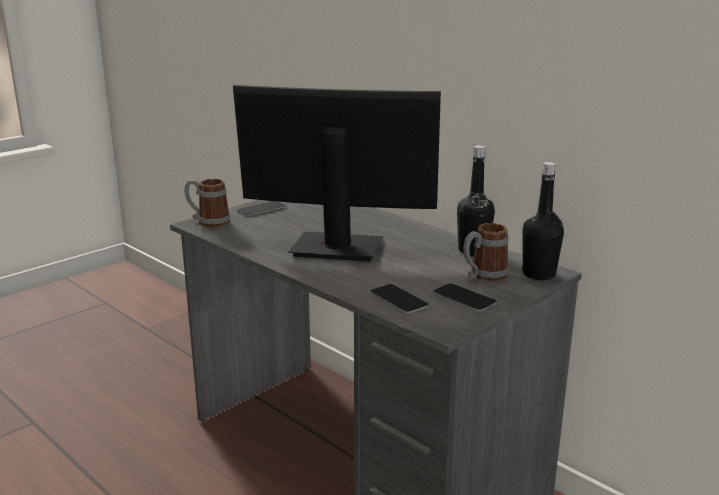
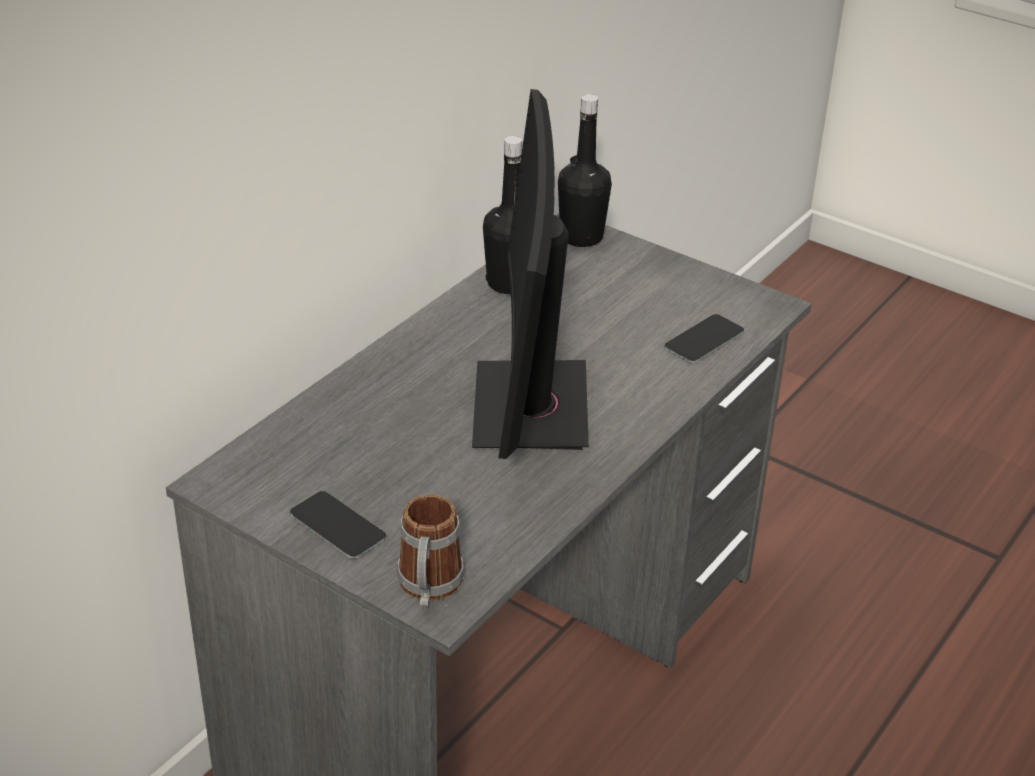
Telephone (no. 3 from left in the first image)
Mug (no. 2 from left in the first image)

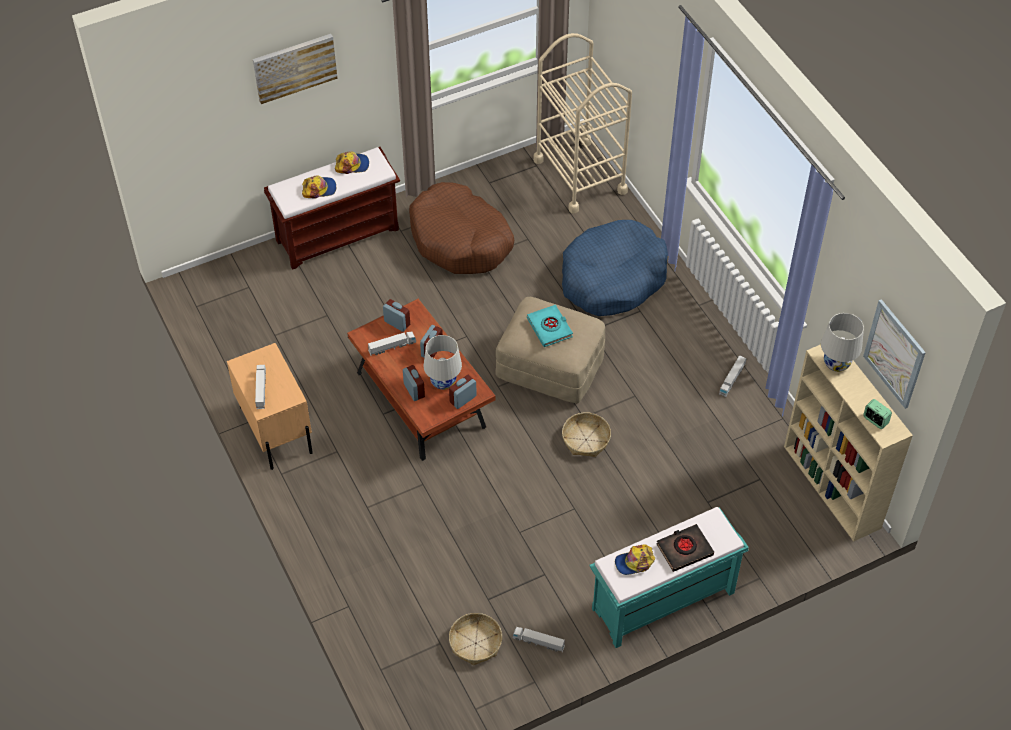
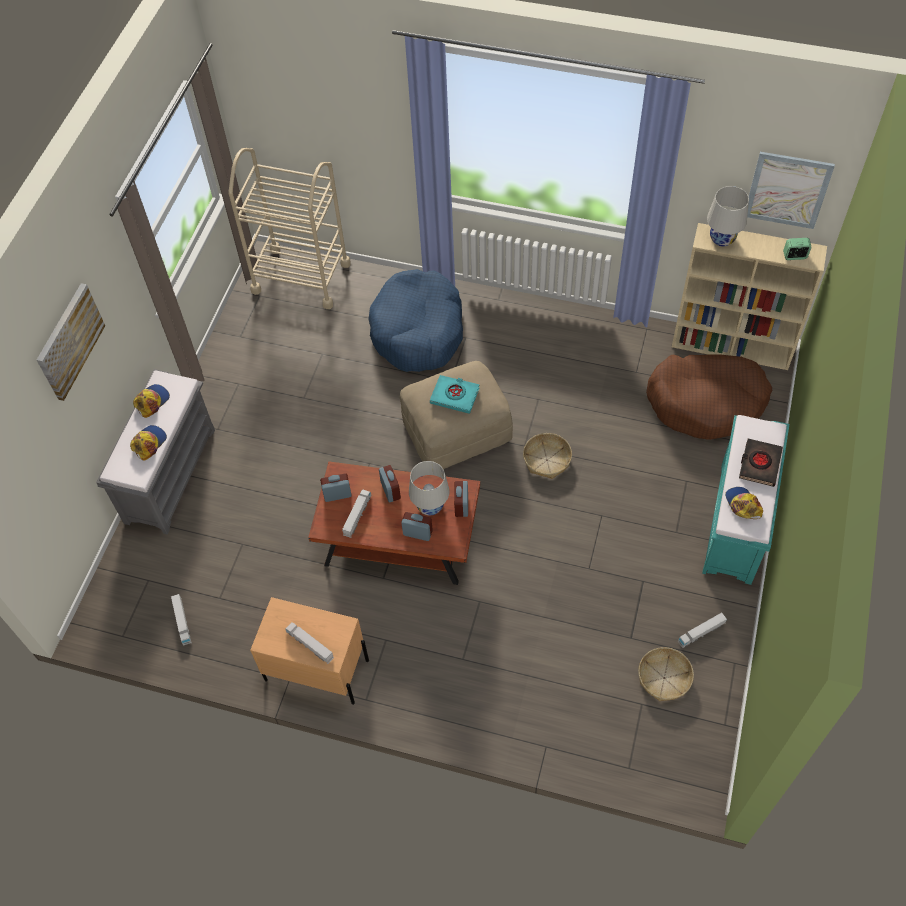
GreyishIndoorBench
BrownColouredDogCushion
Cap (no. 3 from left)
ToyLorry (no. 1 from left)

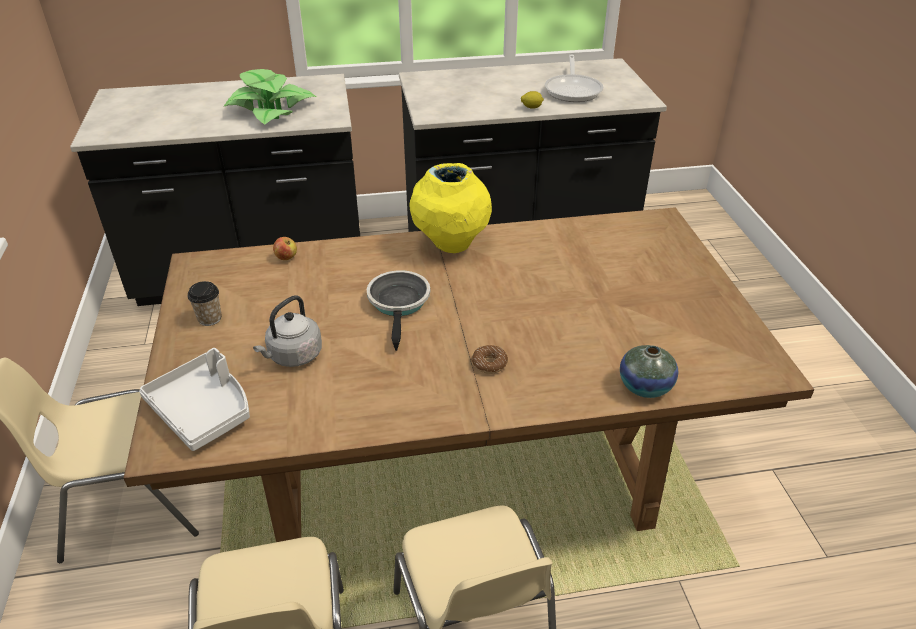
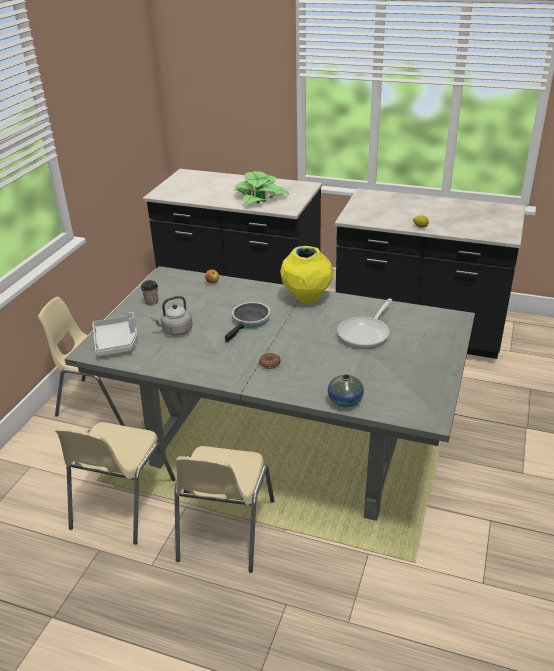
GreyishDiningTable
FryingPan (no. 2 from left)

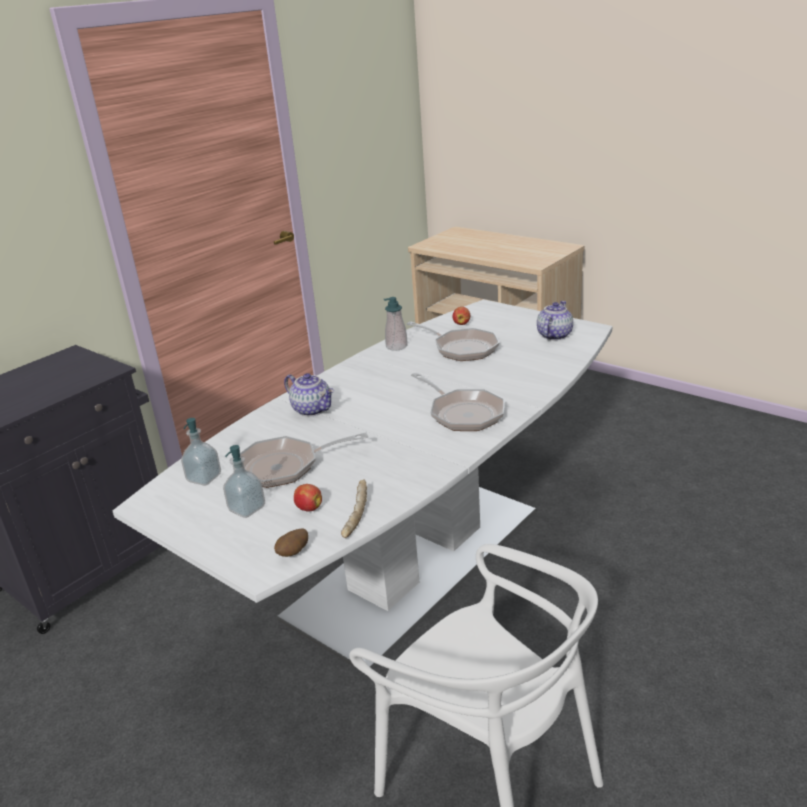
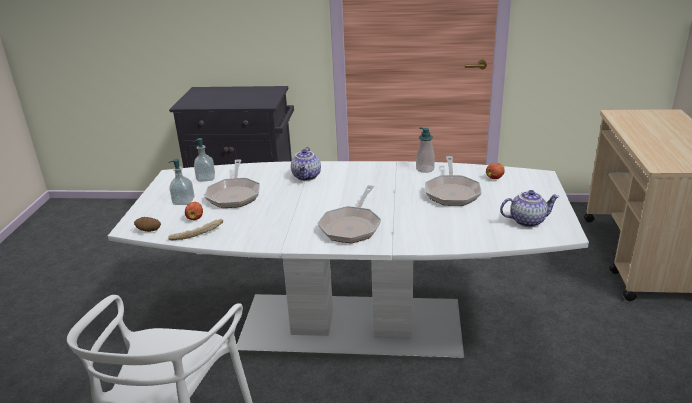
FryingPan (no. 1 from left)

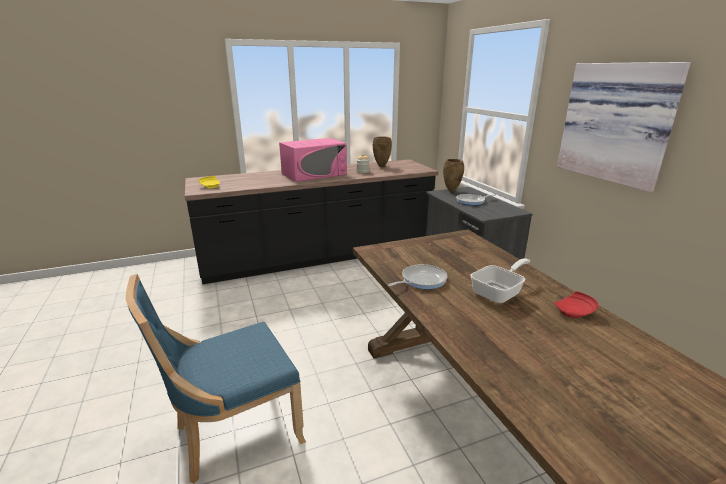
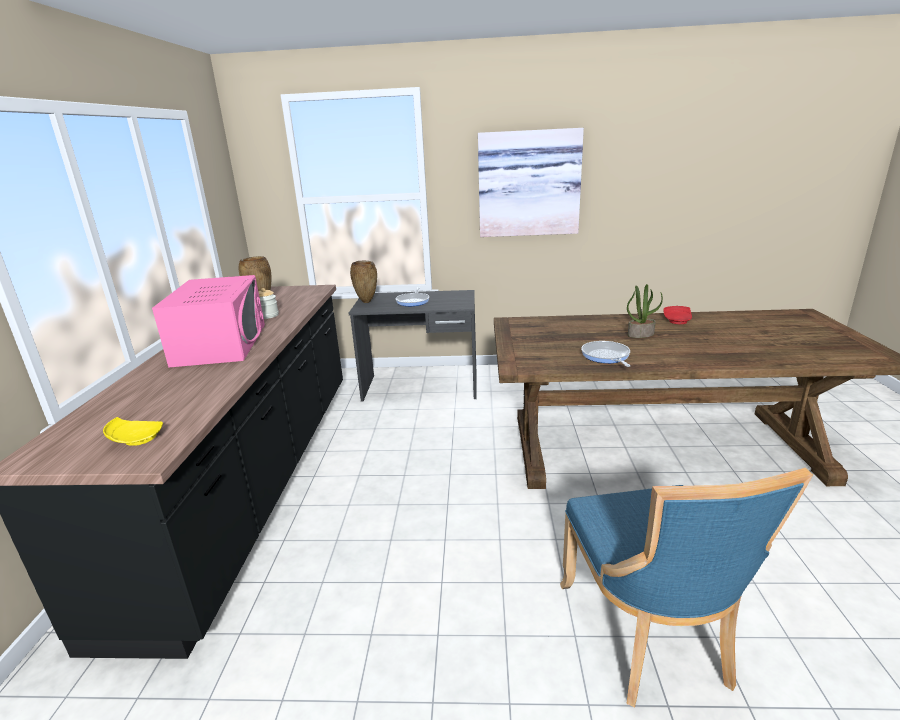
Houseplant

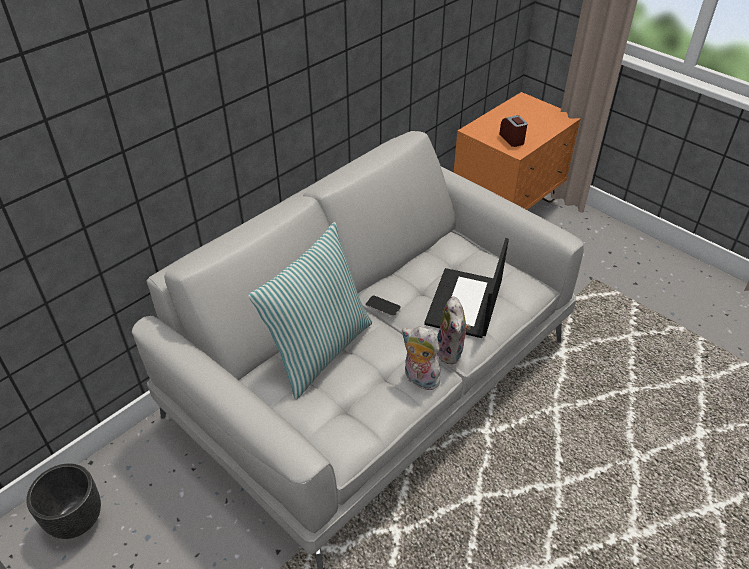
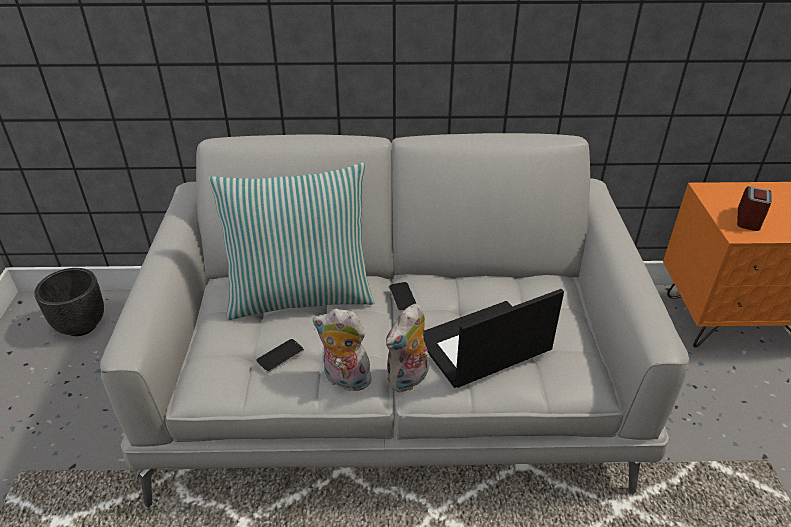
PlushToy (no. 1 from left)
Telephone (no. 1 from left)

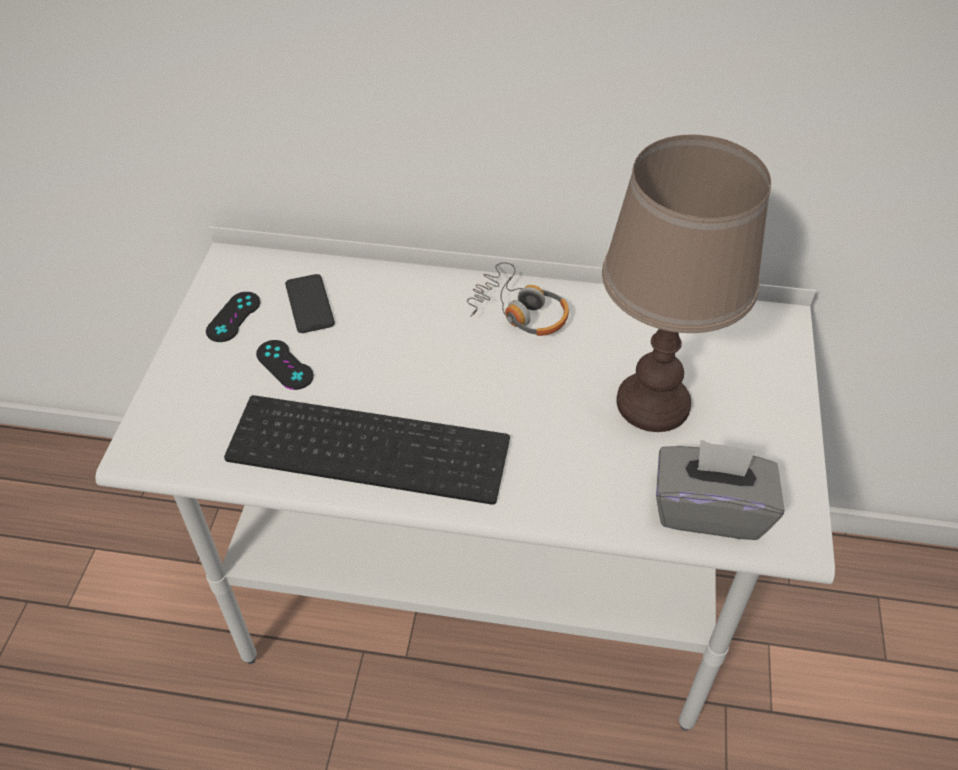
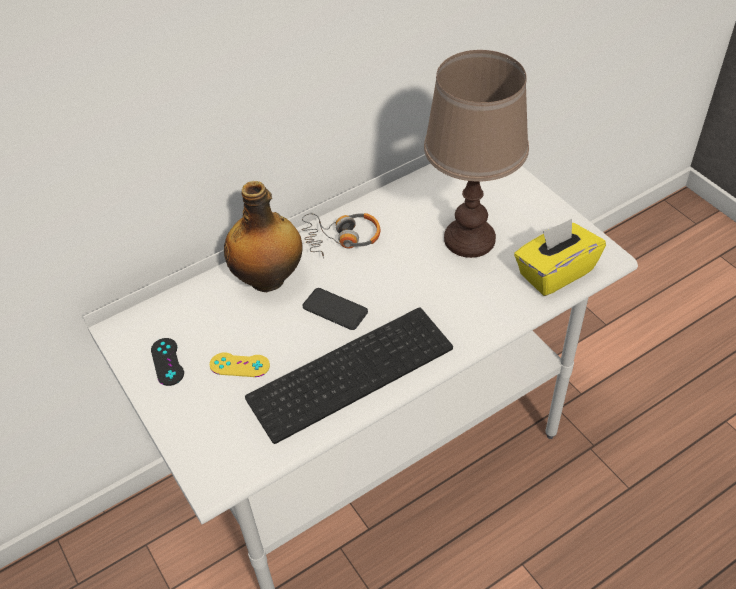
YellowJoypad
Telephone
YellowBoxOfTissues
DrinkBottle

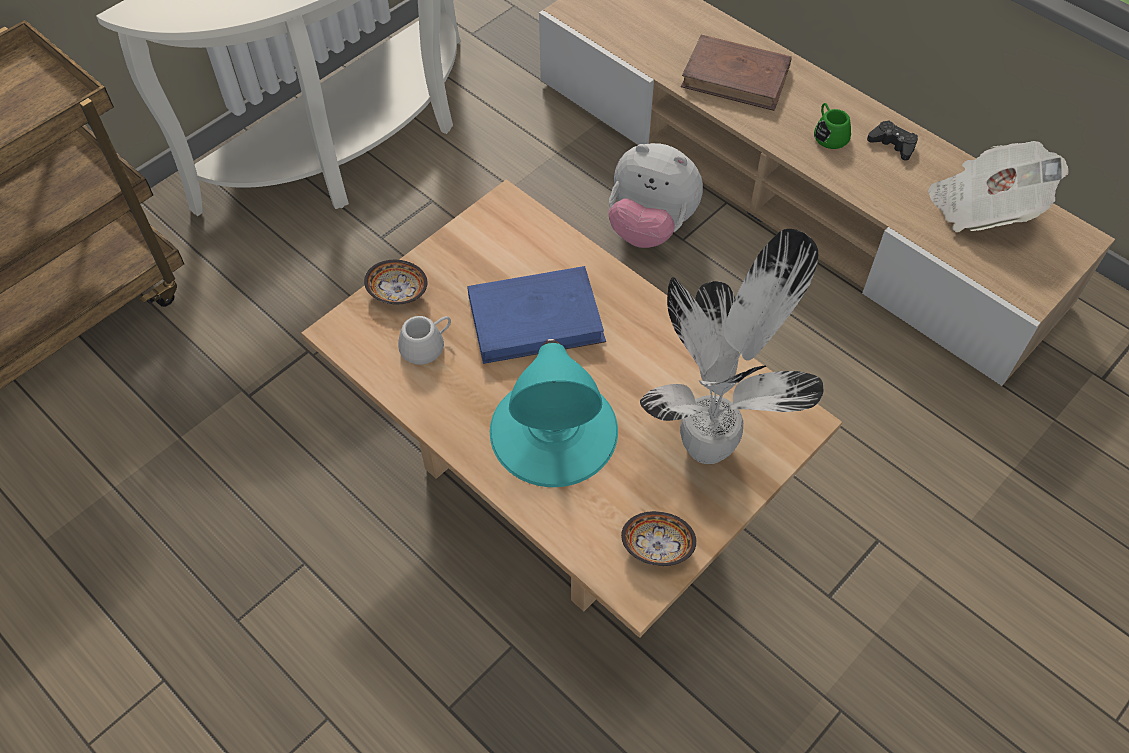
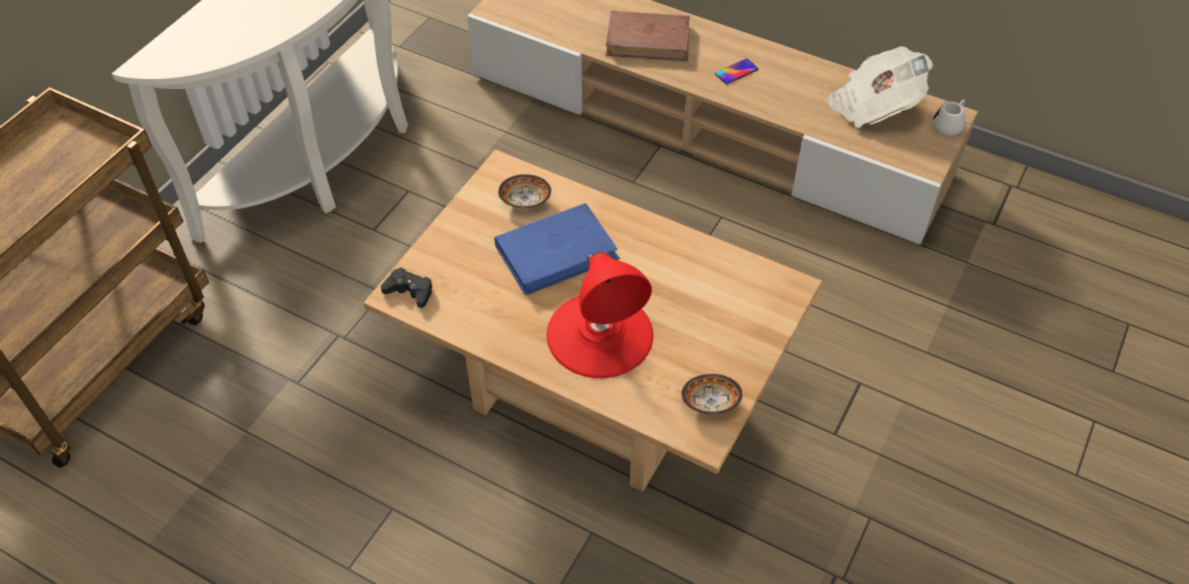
ServingBowl (no. 1 from left)
WhiteColouredMug
RedColouredTableLamp
PlushToy
Houseplant
Telephone
BlackishJoypad

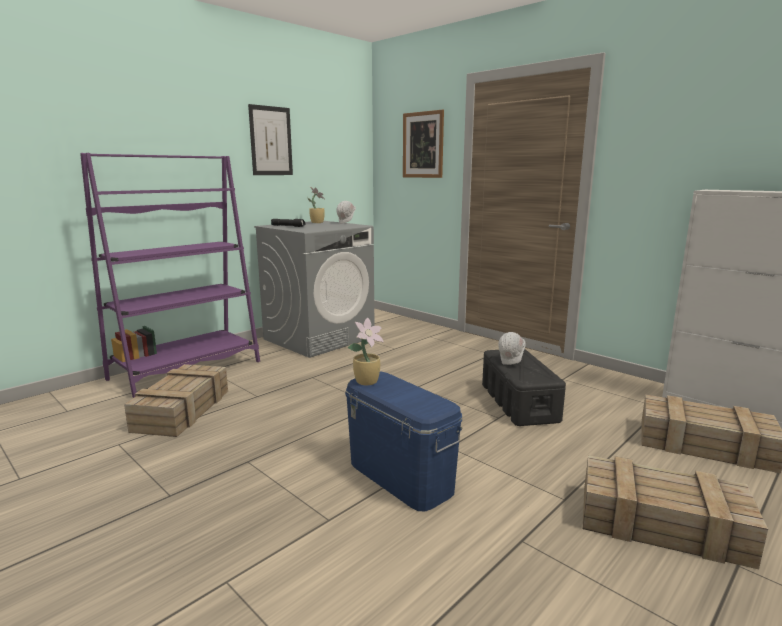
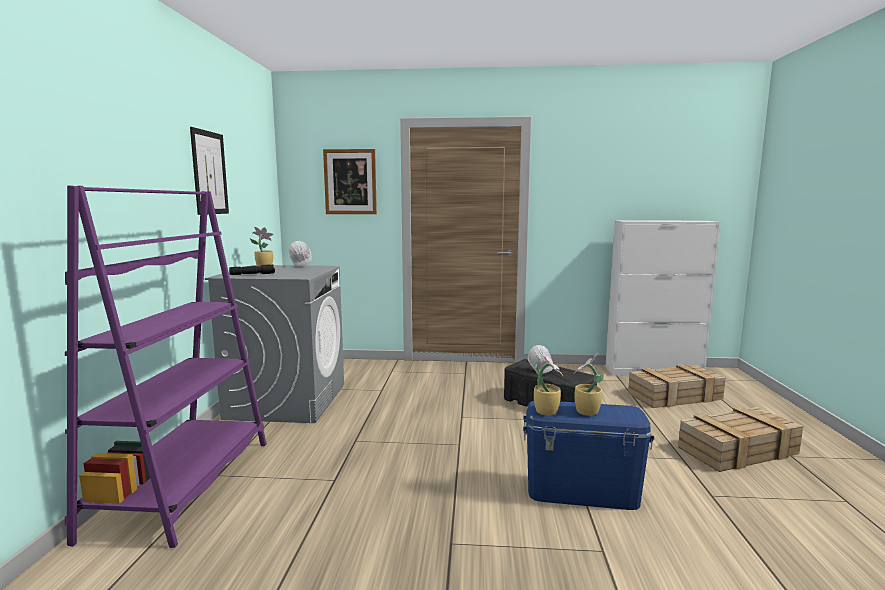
ShippingCrate (no. 1 from left in the first image)
Houseplant (no. 3 from left)

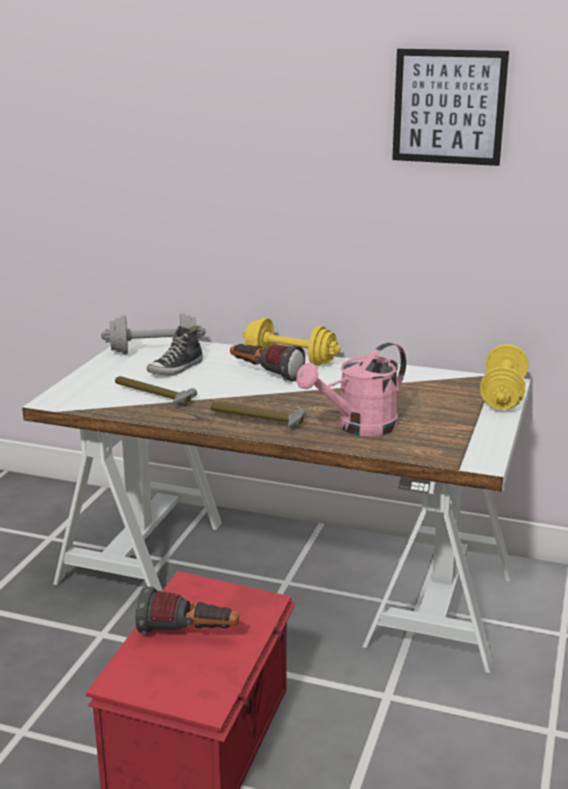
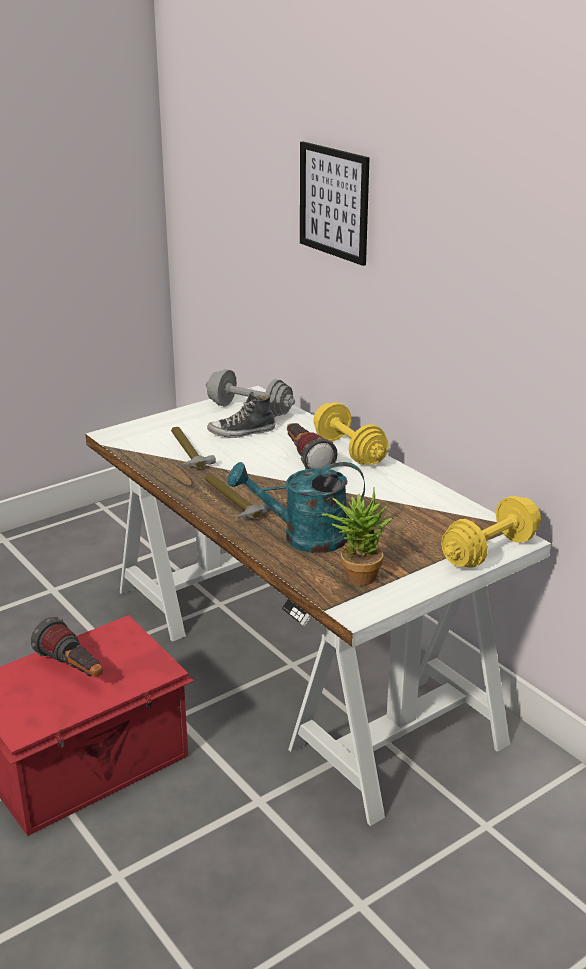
TurquoiseColouredSprinklingCan
Picture
Houseplant

